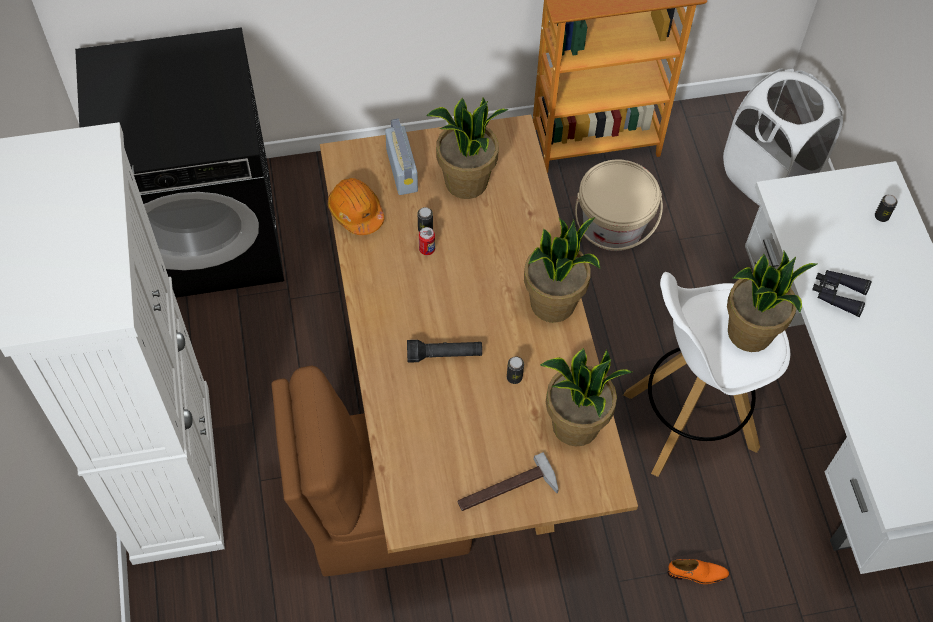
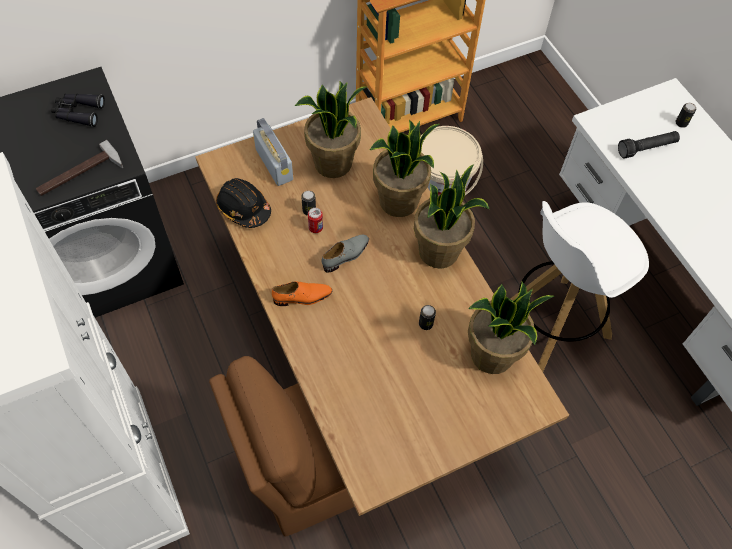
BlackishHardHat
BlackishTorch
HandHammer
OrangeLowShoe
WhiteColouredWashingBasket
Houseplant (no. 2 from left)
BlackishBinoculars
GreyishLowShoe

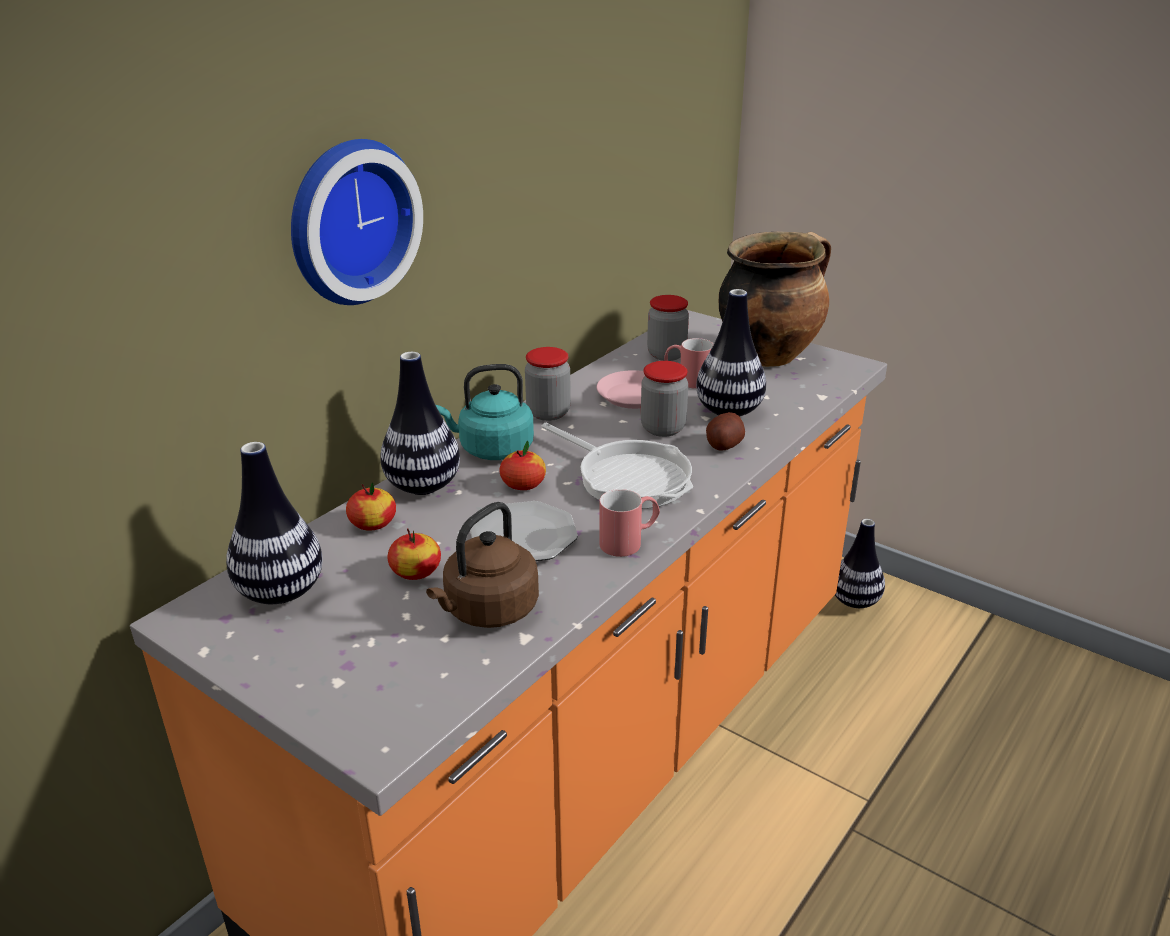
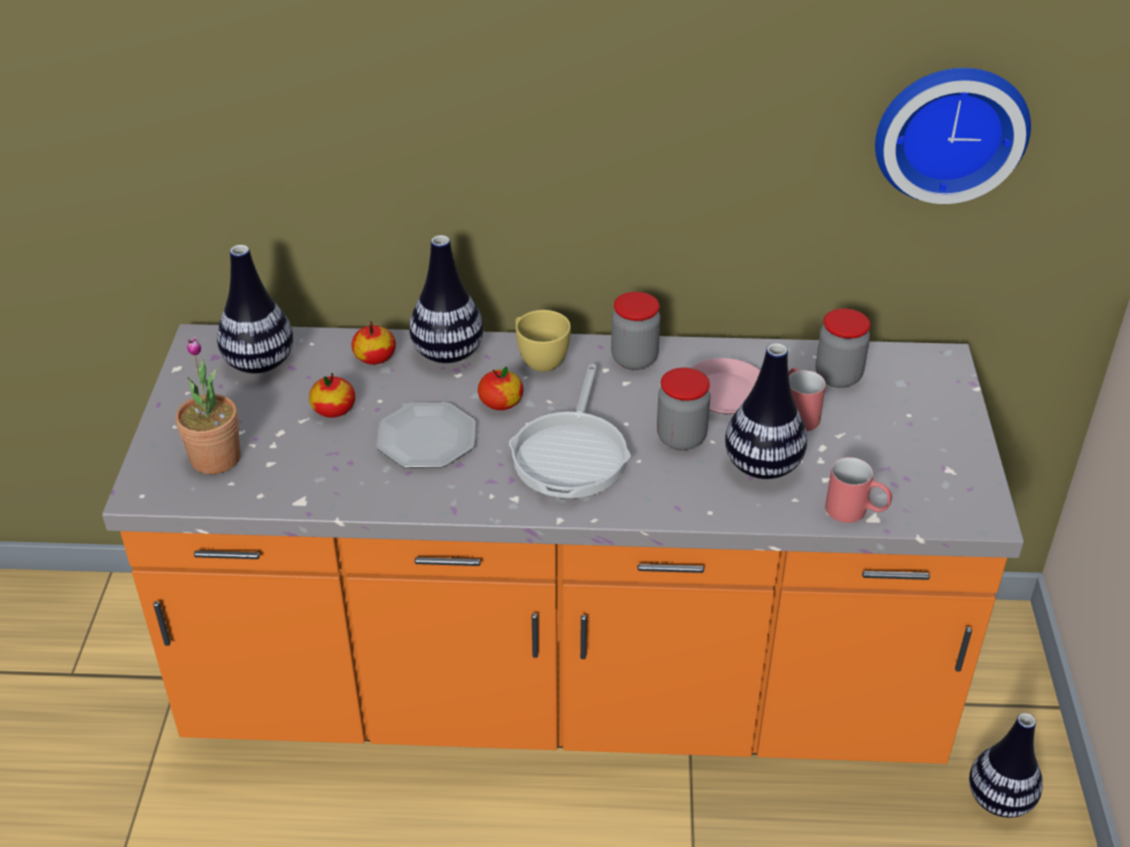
HangingClock
BrownColouredWaterKettle
YellowCup
RedColouredMug (no. 2 from left)
Potato
Saucepot
Houseplant

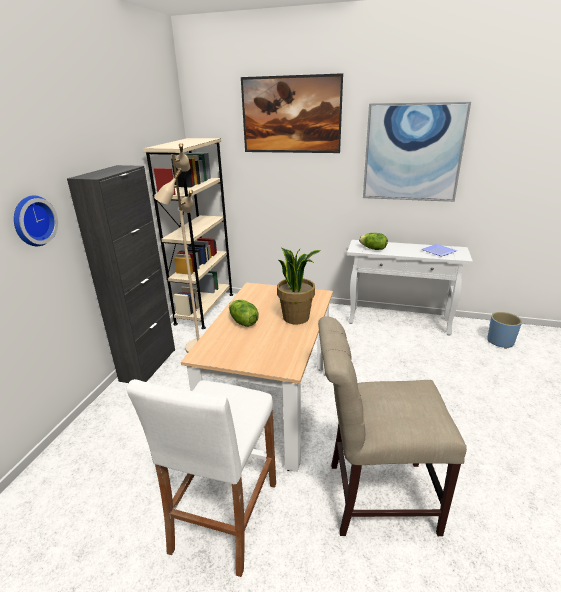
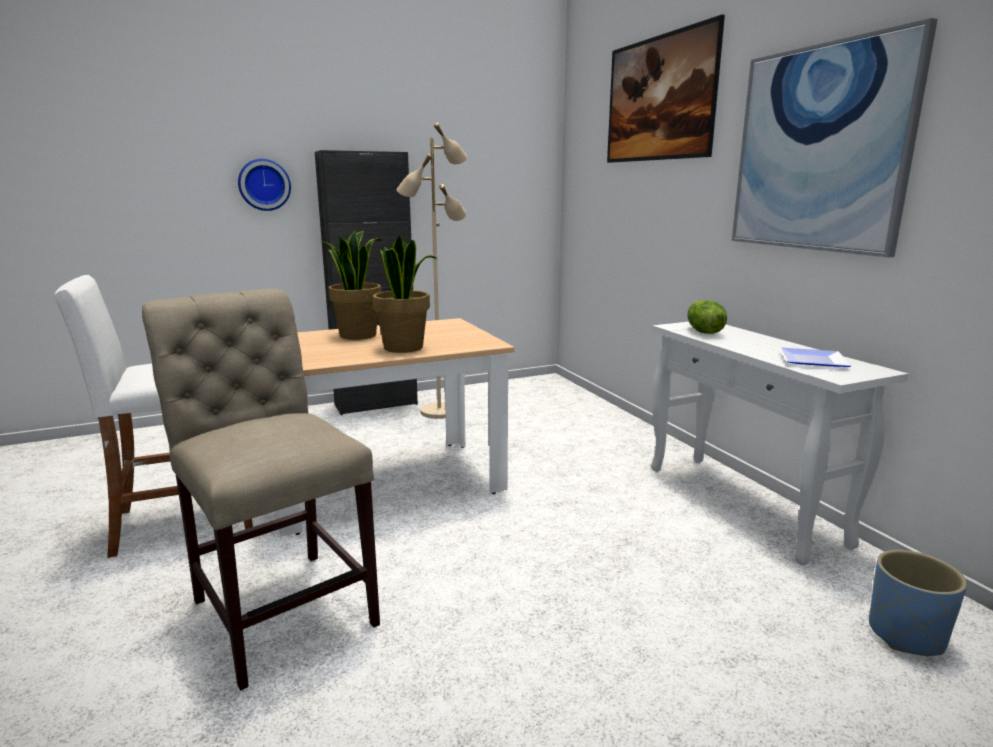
BeigeColouredBookshelf
Houseplant (no. 1 from left)

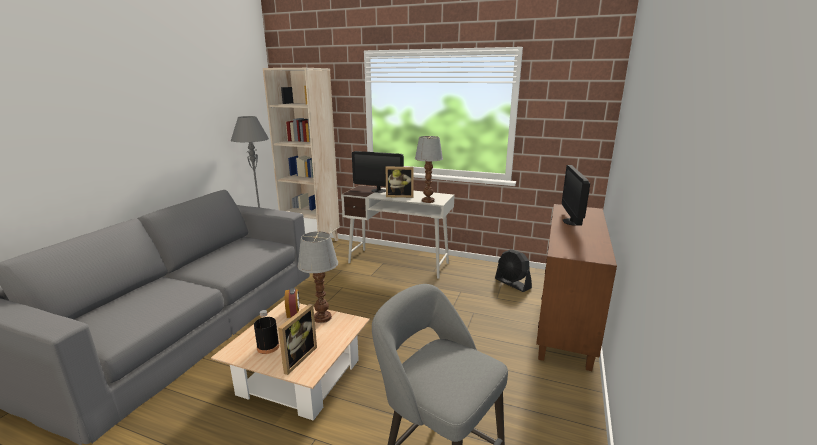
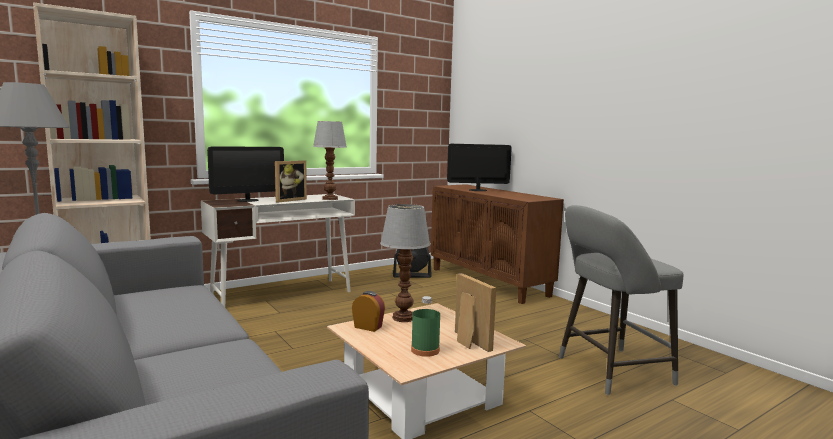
GreenColouredDrinkBottle
Monitor (no. 2 from left)

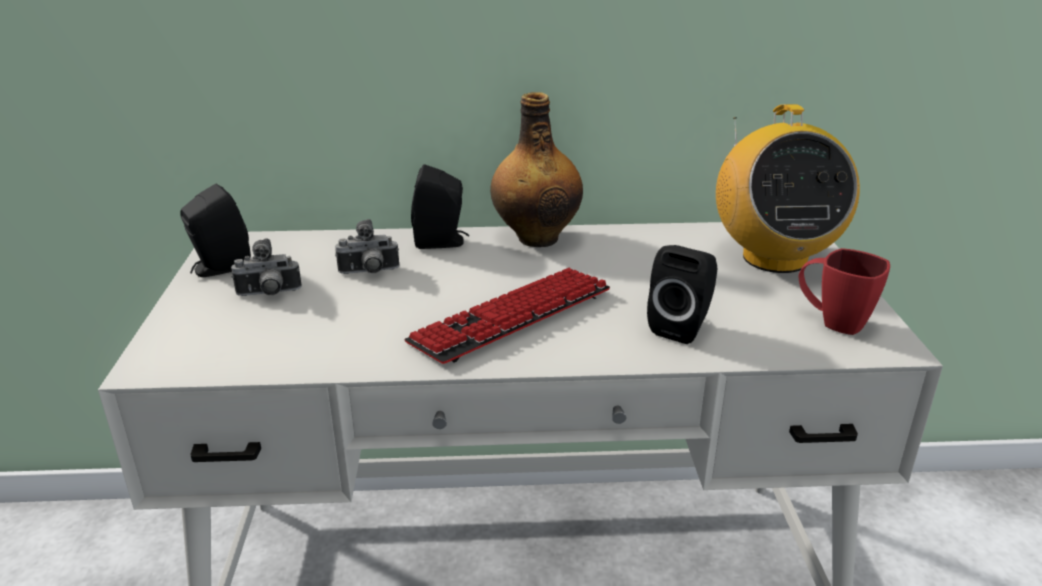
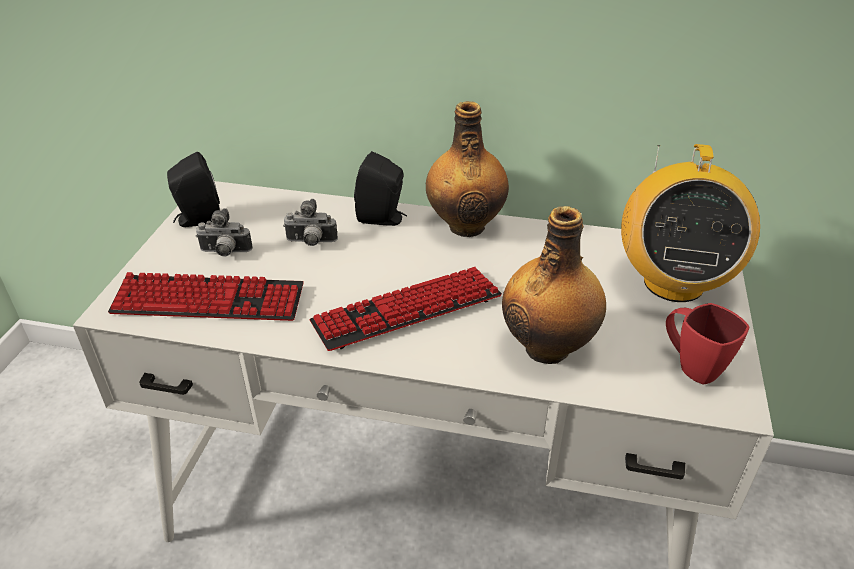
DrinkBottle (no. 2 from left)
Keyboard (no. 1 from left)

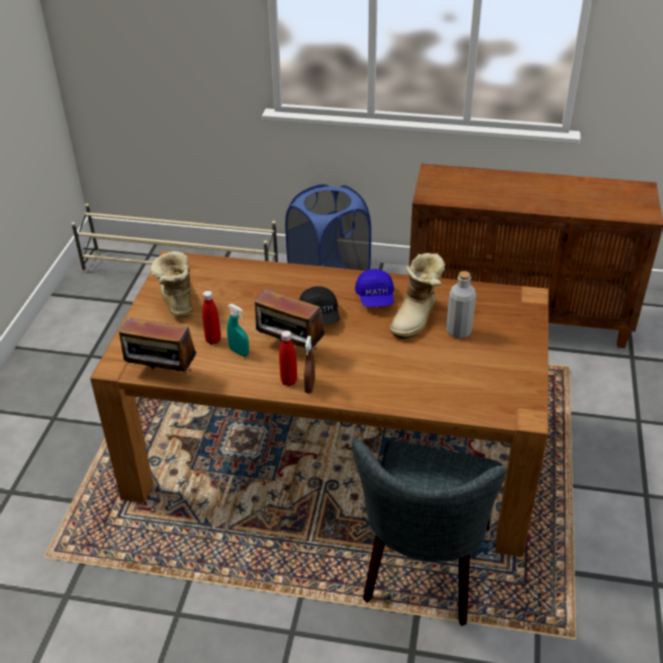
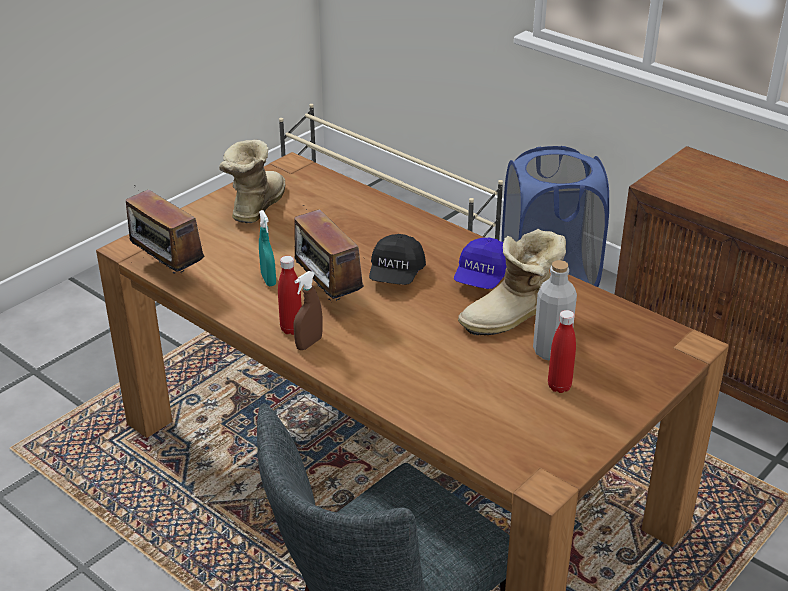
RedColouredDrinkBottle (no. 2 from left)

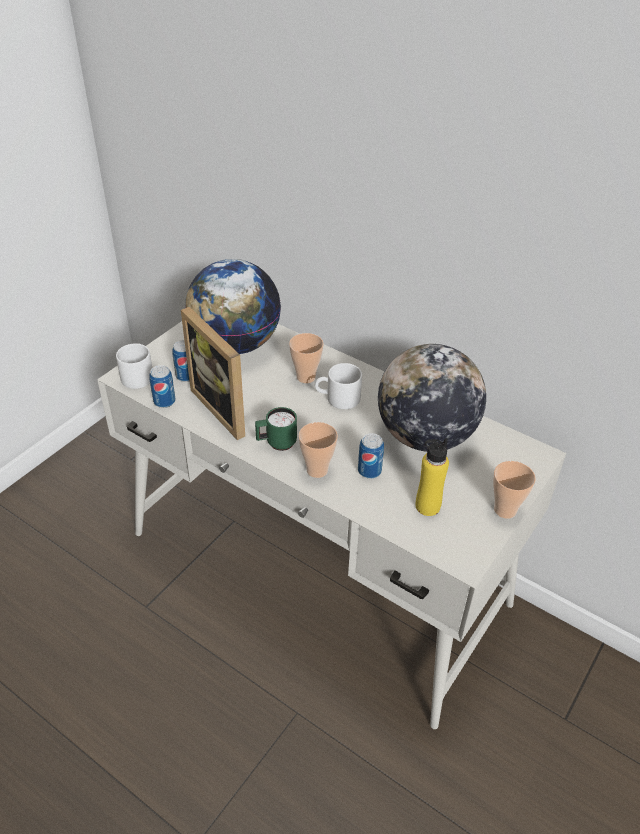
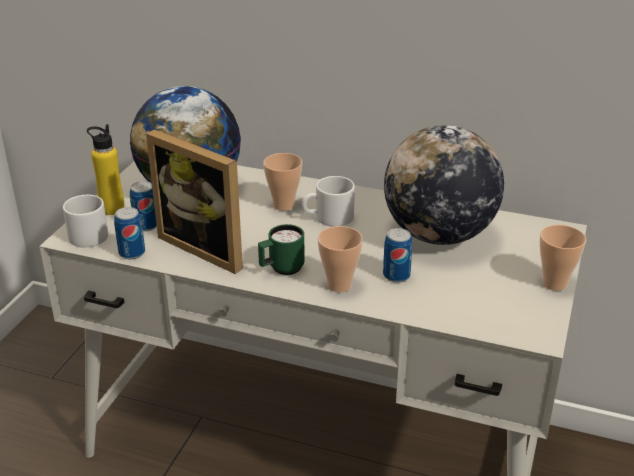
YellowDrinkBottle

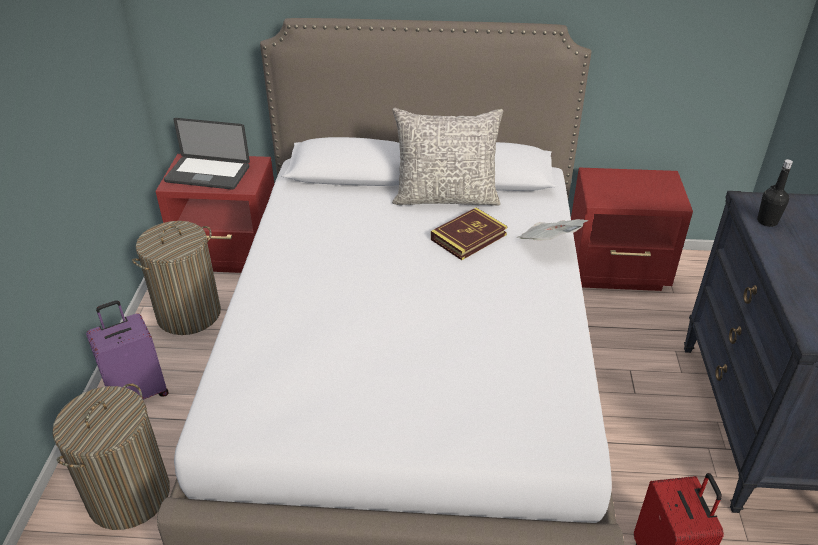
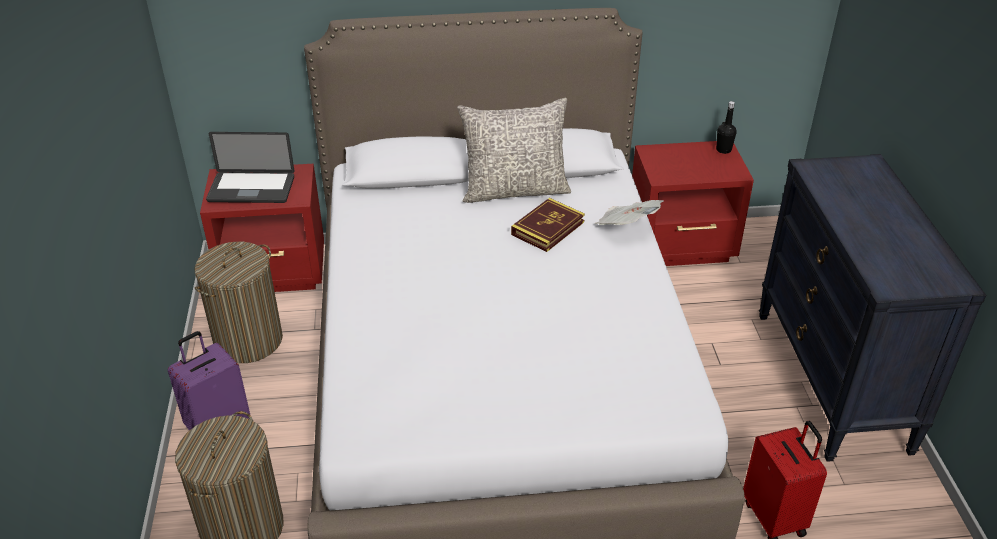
BlackishDrinkBottle

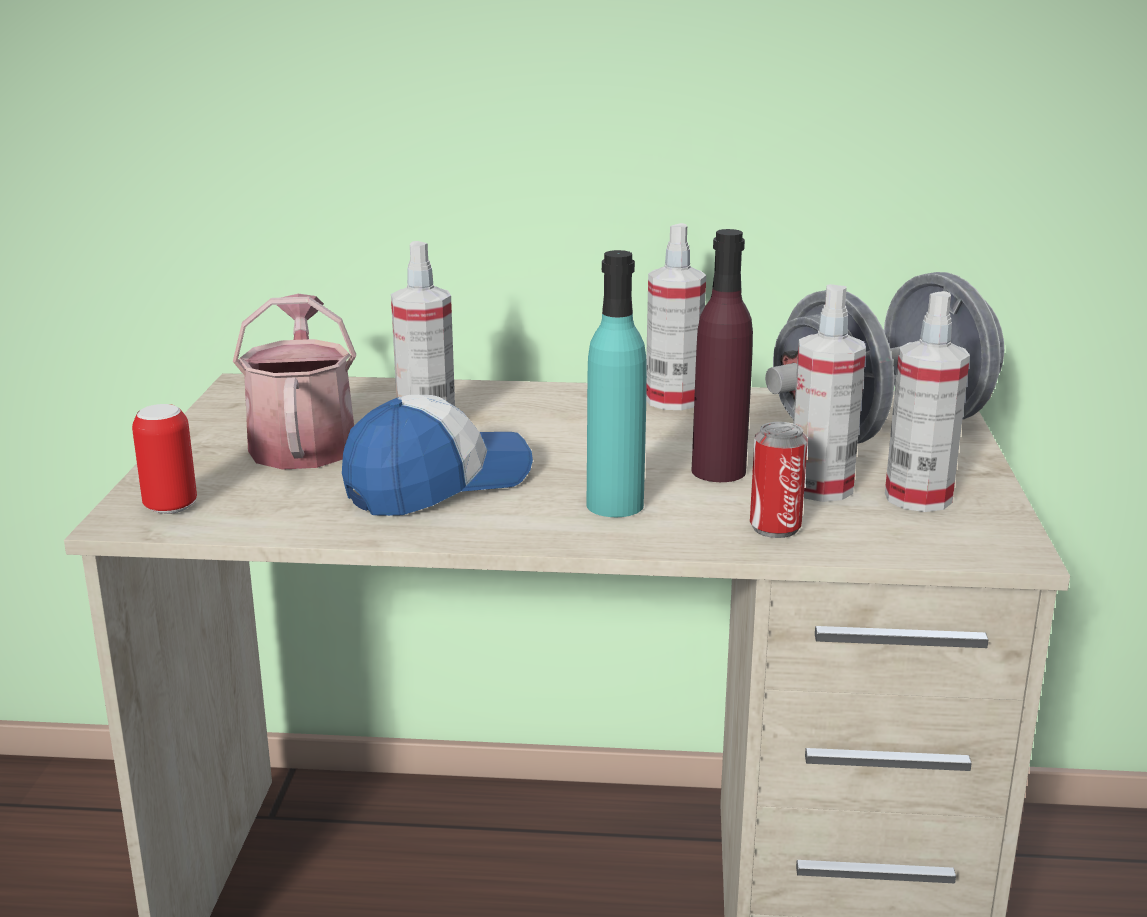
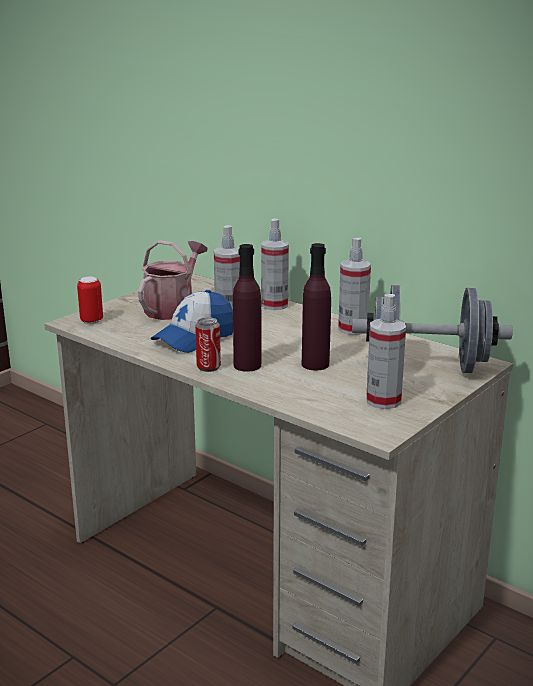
Cap
PurpleColouredDrinkBottle (no. 1 from left)
SealedCan (no. 2 from left)
HandSprayer (no. 2 from left)

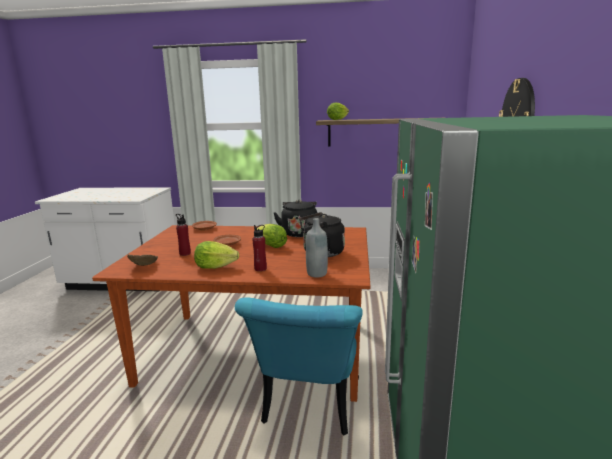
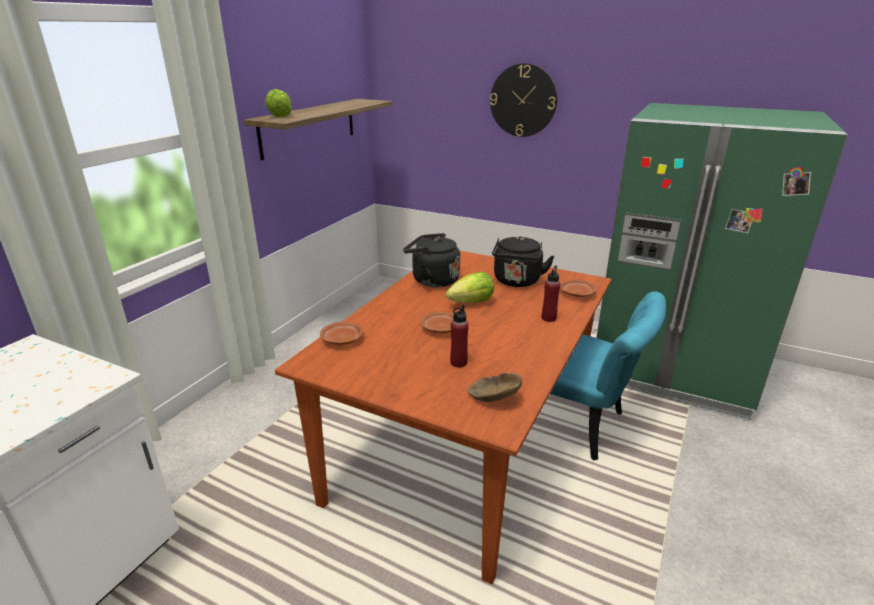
LettuceHead (no. 1 from left in the first image)
BrownColouredFlatDish (no. 3 from left)

